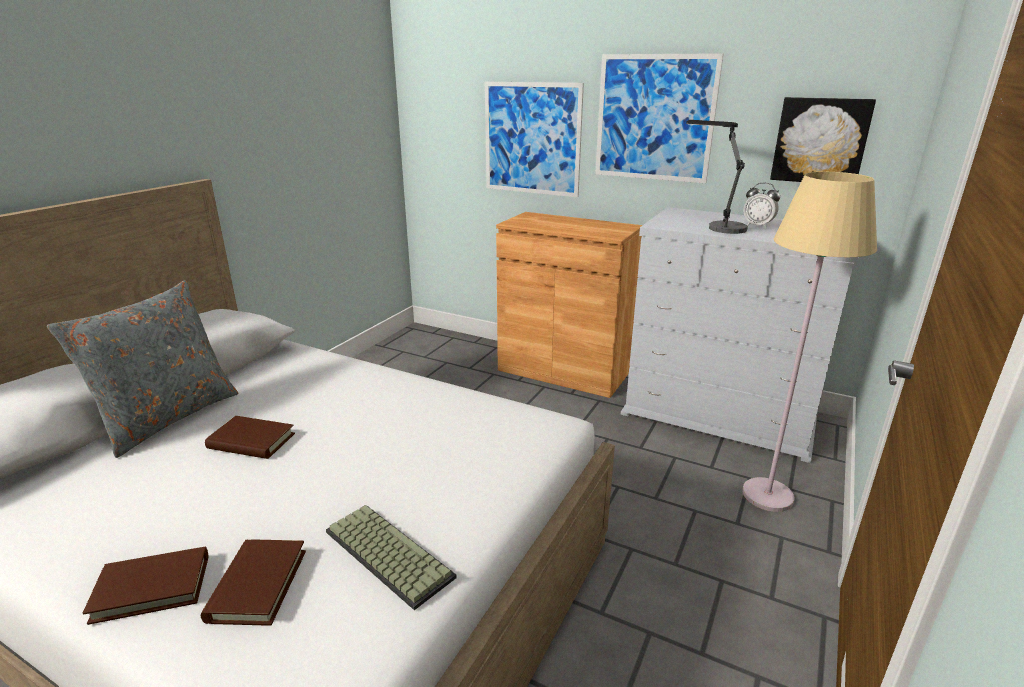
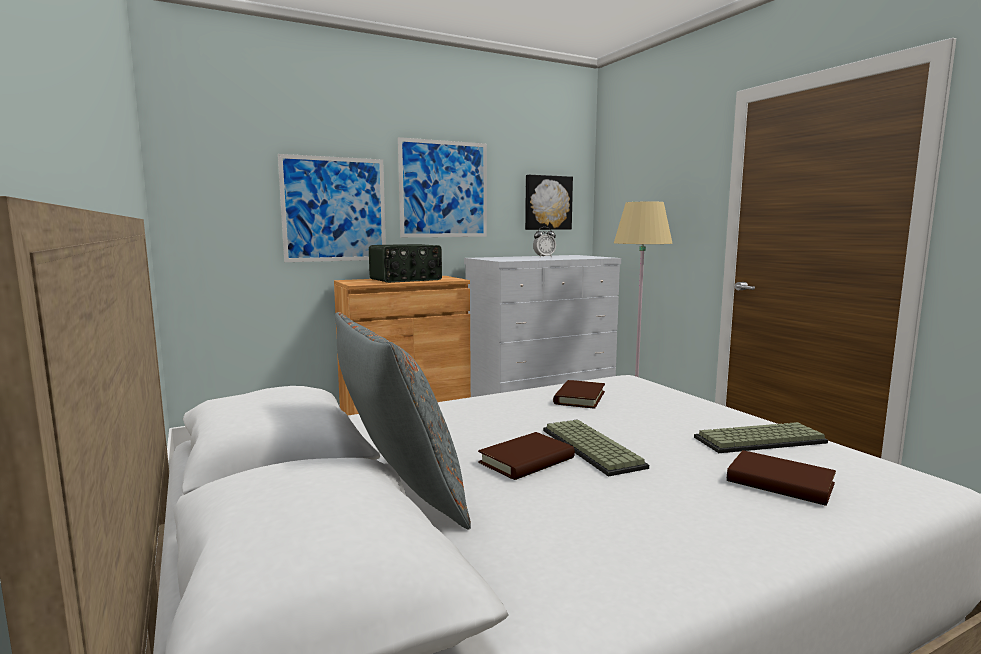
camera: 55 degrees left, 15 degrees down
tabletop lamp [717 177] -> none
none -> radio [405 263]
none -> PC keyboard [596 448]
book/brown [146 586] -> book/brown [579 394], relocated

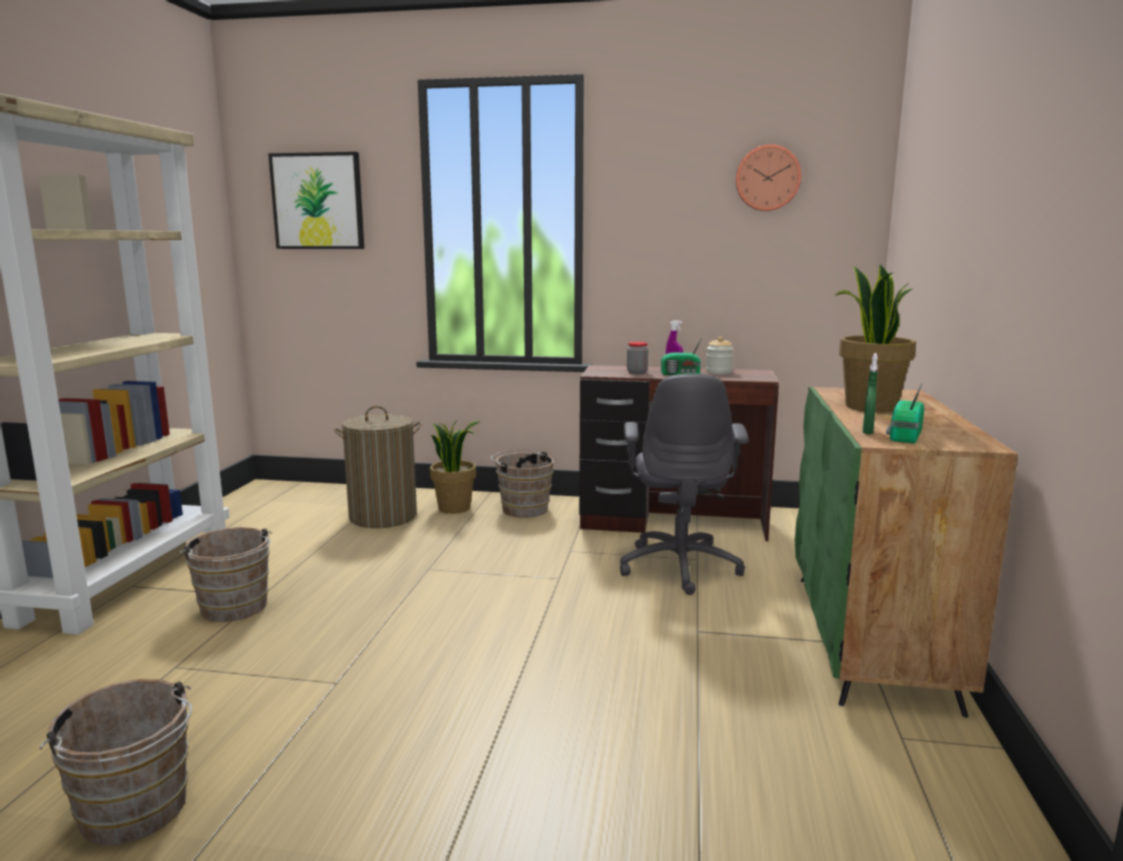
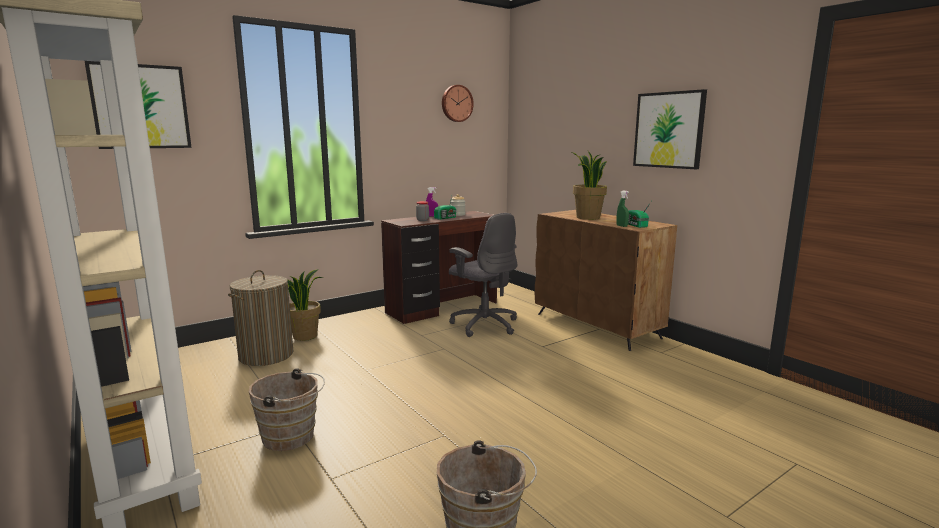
camera: 45 degrees left, 0 degrees up
water bucket/brown [522 484] -> none
none -> wall art [670 129]
storage cabinet/green-coloured [906 552] -> storage cabinet/brown [606 280]

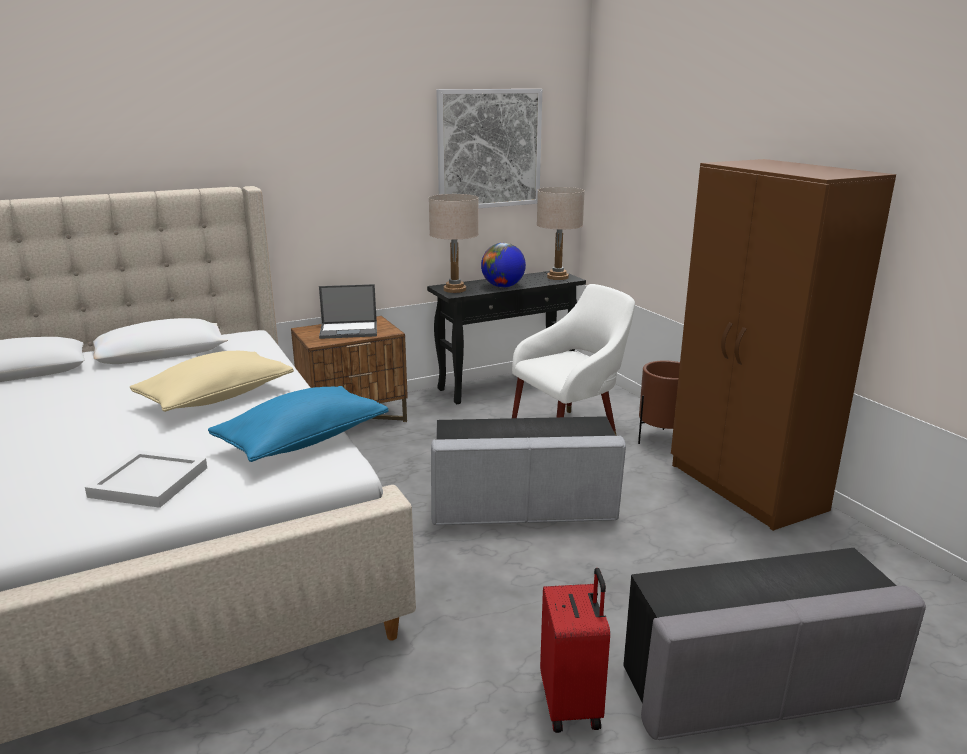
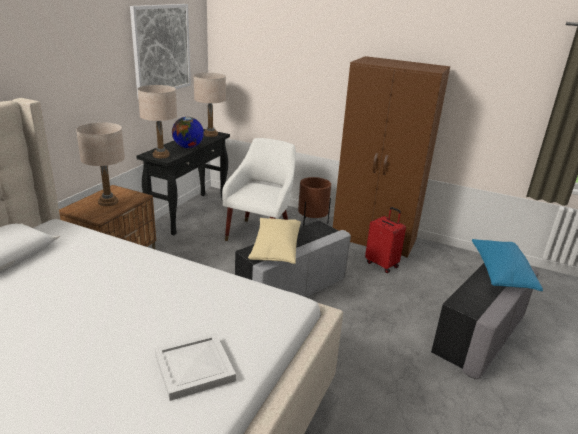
camera: 40 degrees left, 5 degrees up
throw pillow/beige [212 381] -> throw pillow/beige [274 241], relocated
throw pillow/blue [298 424] -> throw pillow/blue [507 265], relocated
suitcase/reddish [575 650] -> suitcase/reddish [385 240], relocated
laptop [348 311] -> tabletop lamp/beige [100 164]

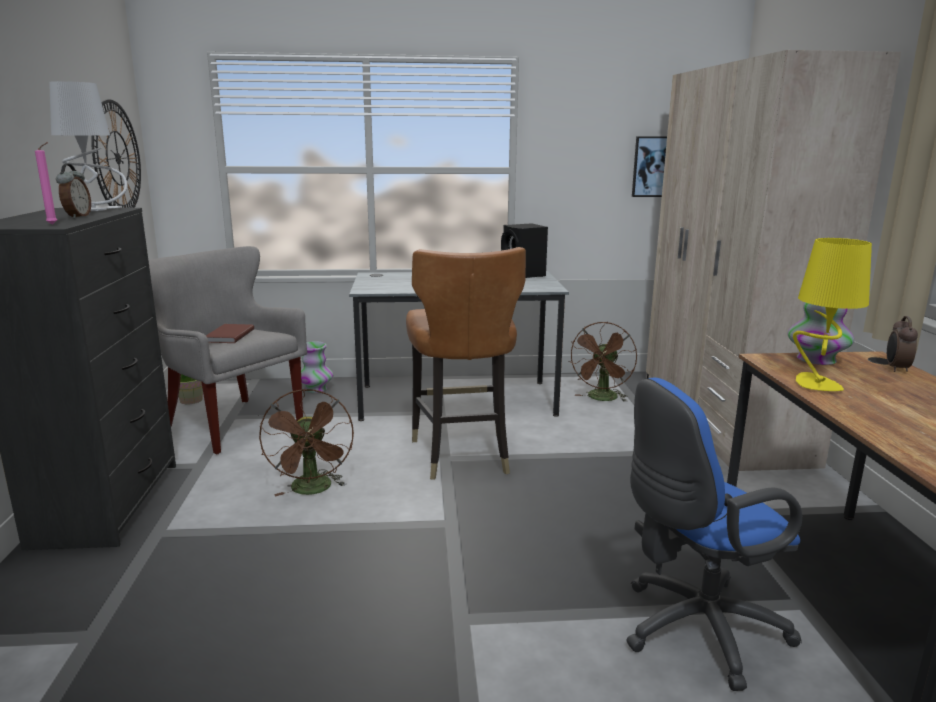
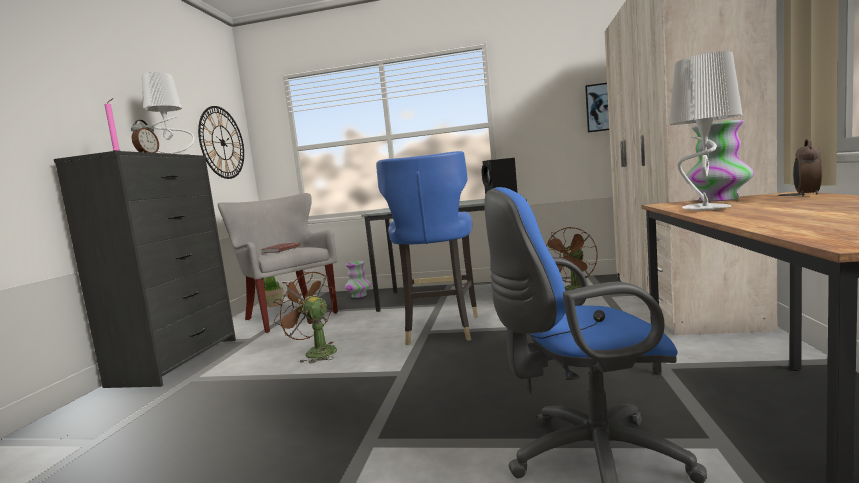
camera: 15 degrees right, 10 degrees down
plain chair/brown [466 363] -> plain chair/blue [427 248]
tabletop lamp/yellow [832 314] -> tabletop lamp/grey [706 130]
fan/brown [306 442] -> fan/brown [305 317], 120 degrees clockwise

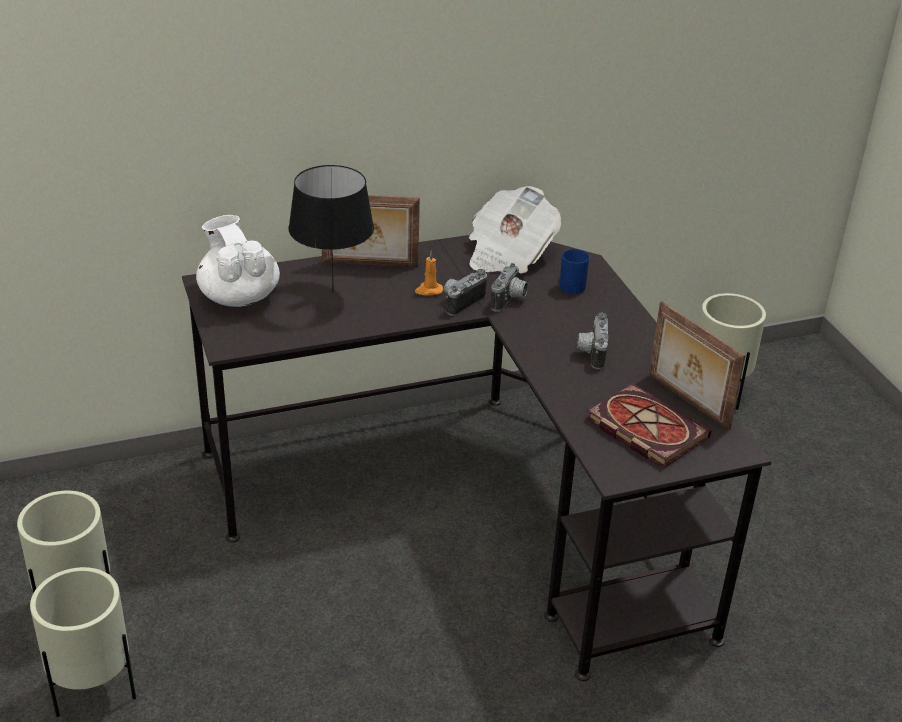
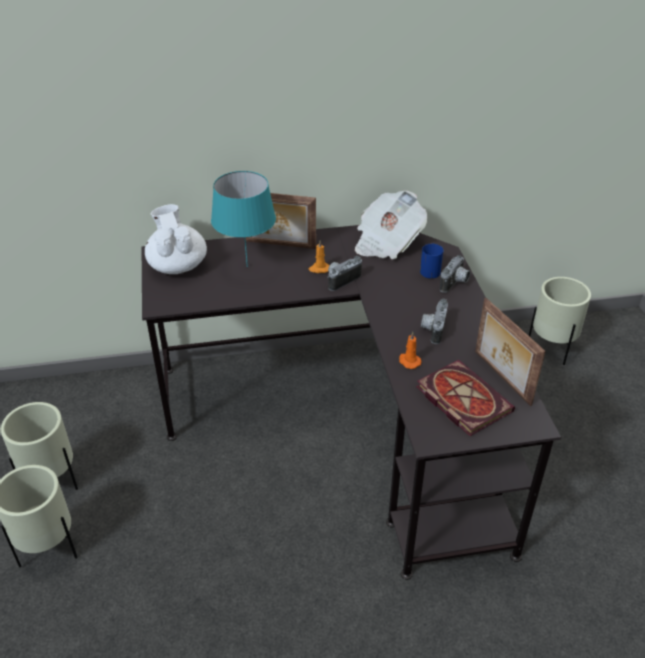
camera: 10 degrees right, 5 degrees up
none -> candle/orangey [410 350]
still camera [509 287] -> still camera [455 274], relocated
tabletop lamp/black-coloured [331 229] -> tabletop lamp/turquoise-coloured [243 219]

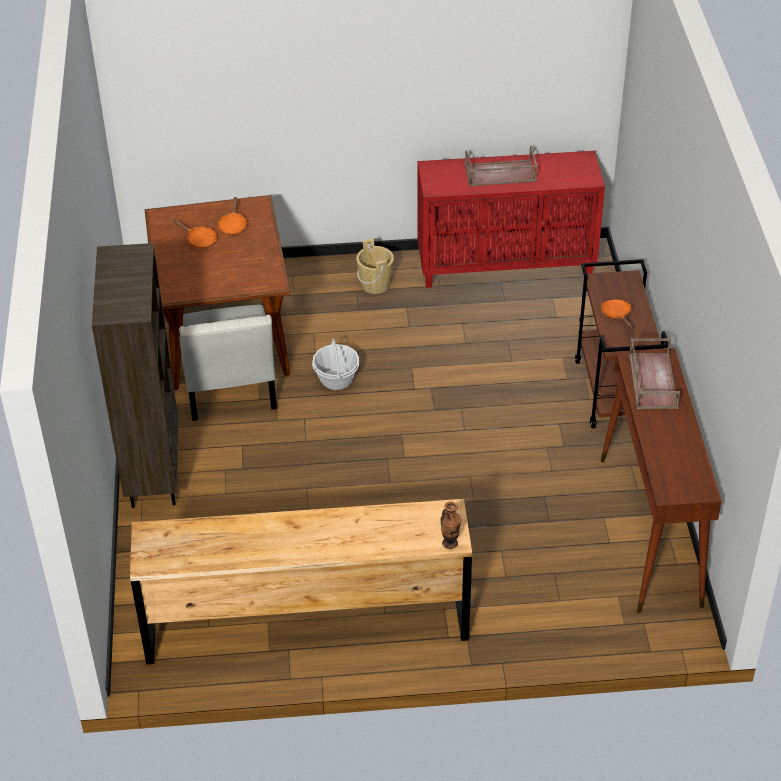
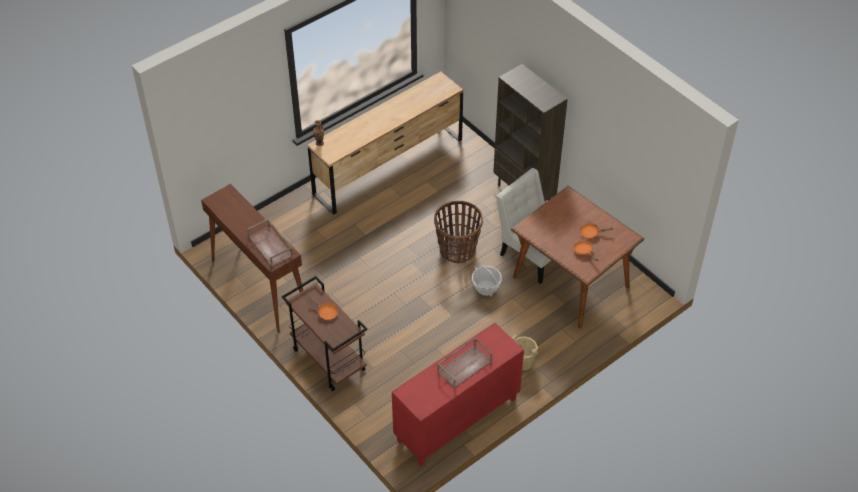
camera: 145 degrees right, 5 degrees up
none -> household basket [458 232]

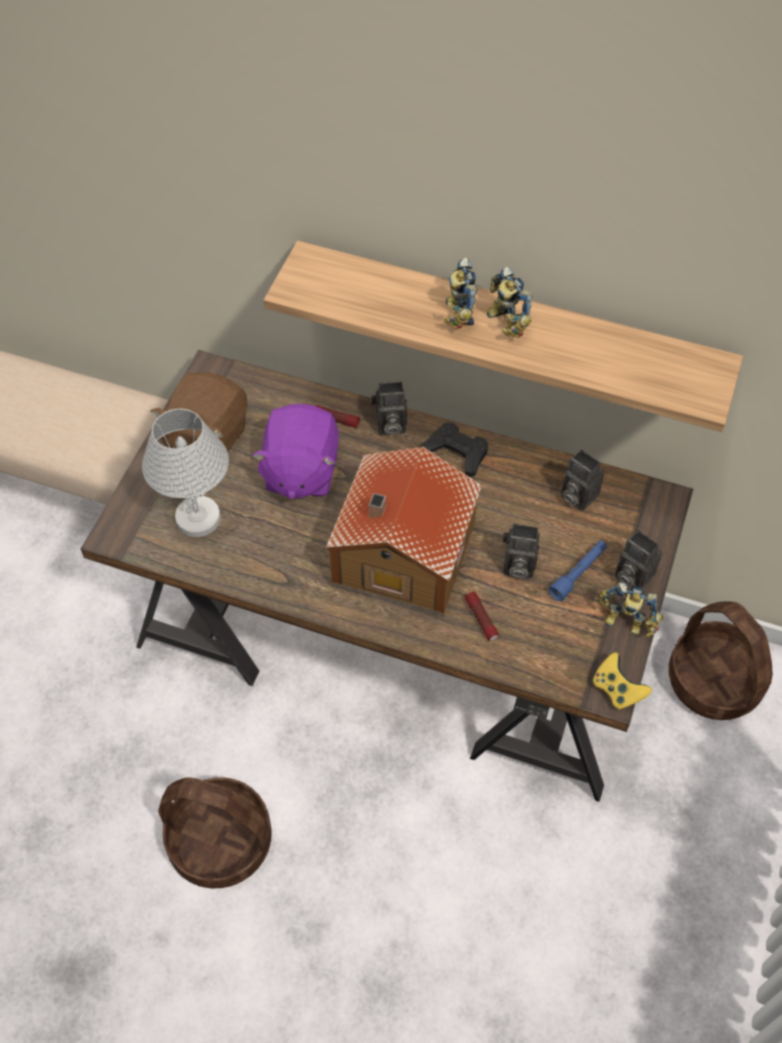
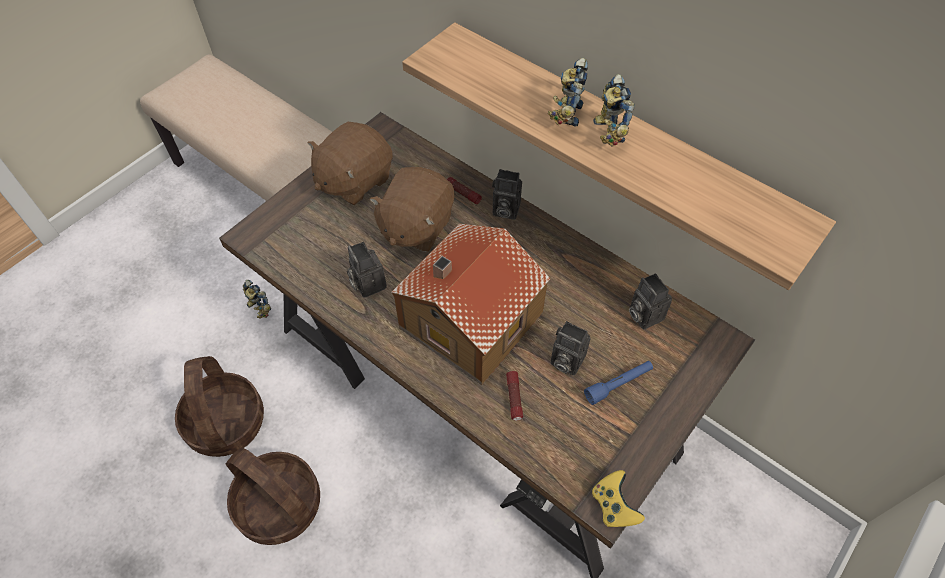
camera: 20 degrees right, 0 degrees up
tabletop lamp/white-coloured [185 473] -> none
joypad/black-coloured [454 449] -> none
toy robot [631 609] -> toy robot [257 299], relocated
still camera [638 559] -> still camera [367 270], relocated
household basket [721 660] -> household basket [219 406], relocated
cuddly toy/purple-coloured [295 452] -> cuddly toy/brown [411 209]

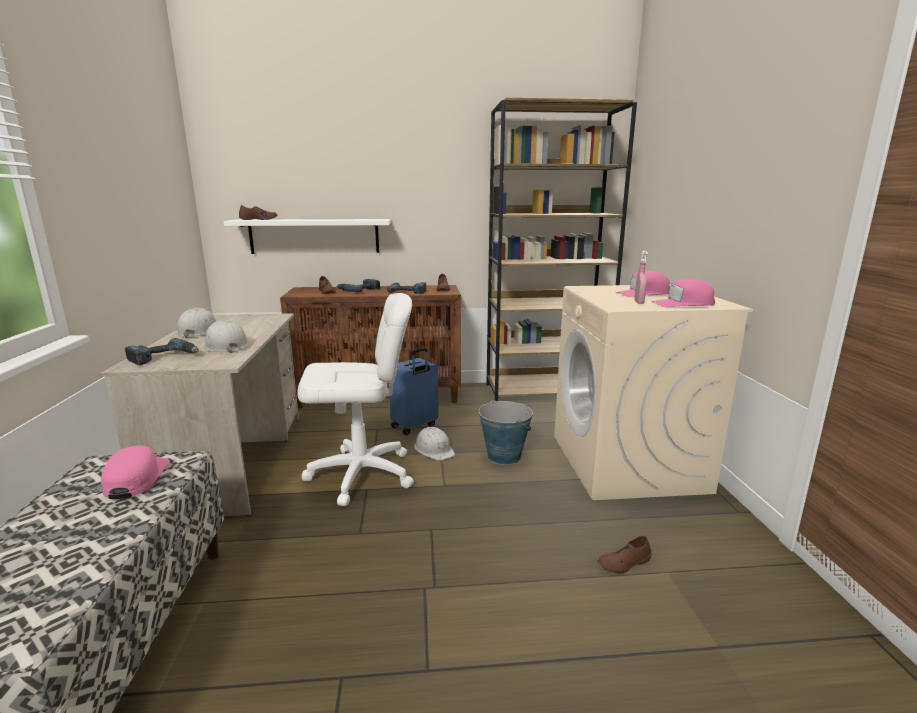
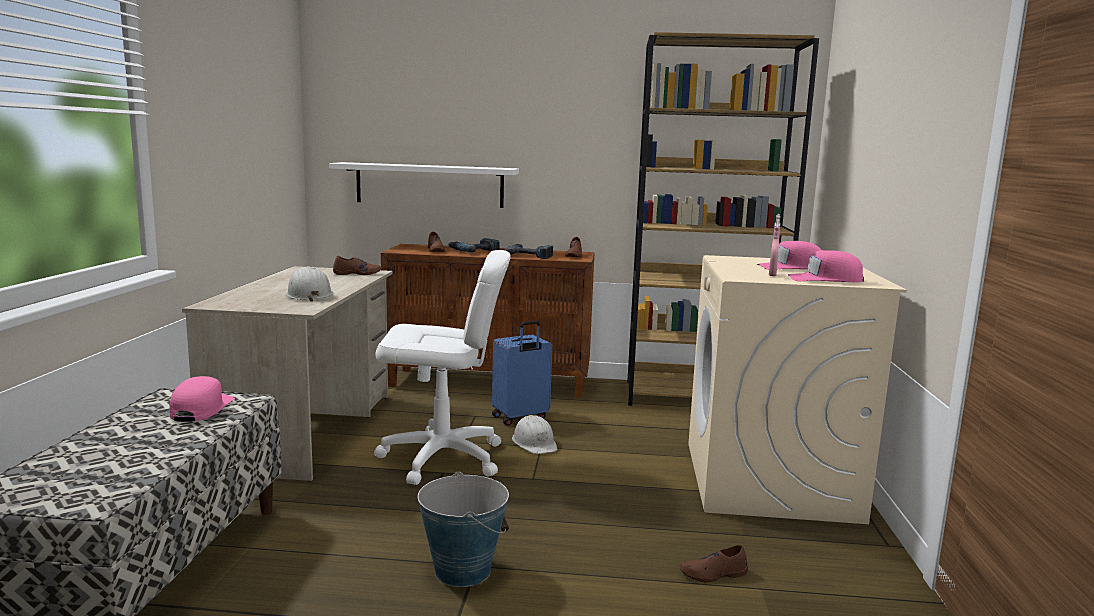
camera: 10 degrees right, 5 degrees down
drill [162 351] -> none
hard hat/white-coloured [196 323] -> none
shoe/brown [258 212] -> shoe/brown [357 265], relocated
water bucket [506 432] -> water bucket [463 529], relocated

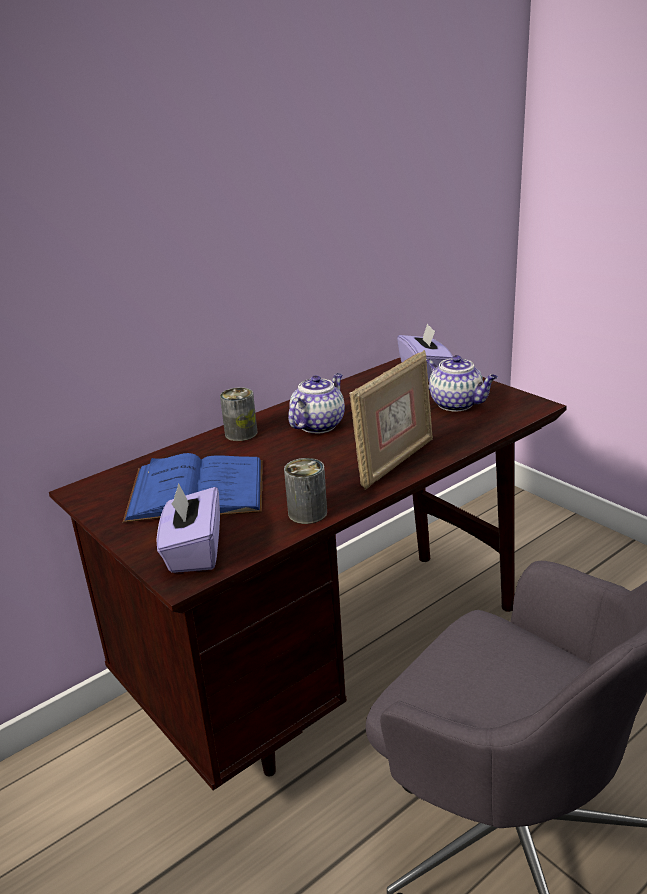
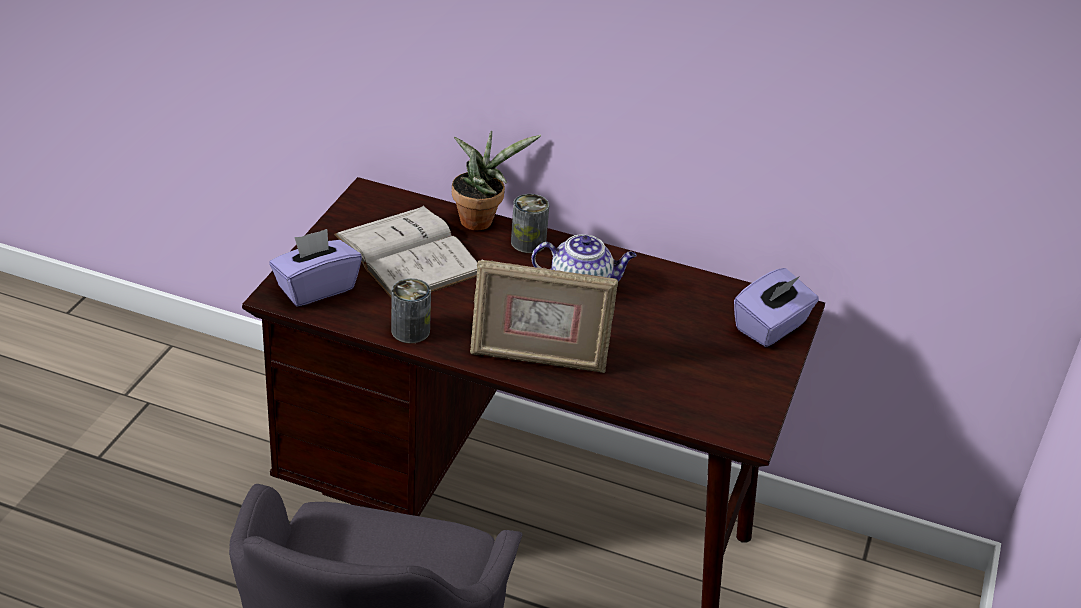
camera: 55 degrees right, 10 degrees up
teapot [462 383] -> none
none -> plant in a pot [496 180]
book/blue [193 488] -> book/white-coloured [406 252]

